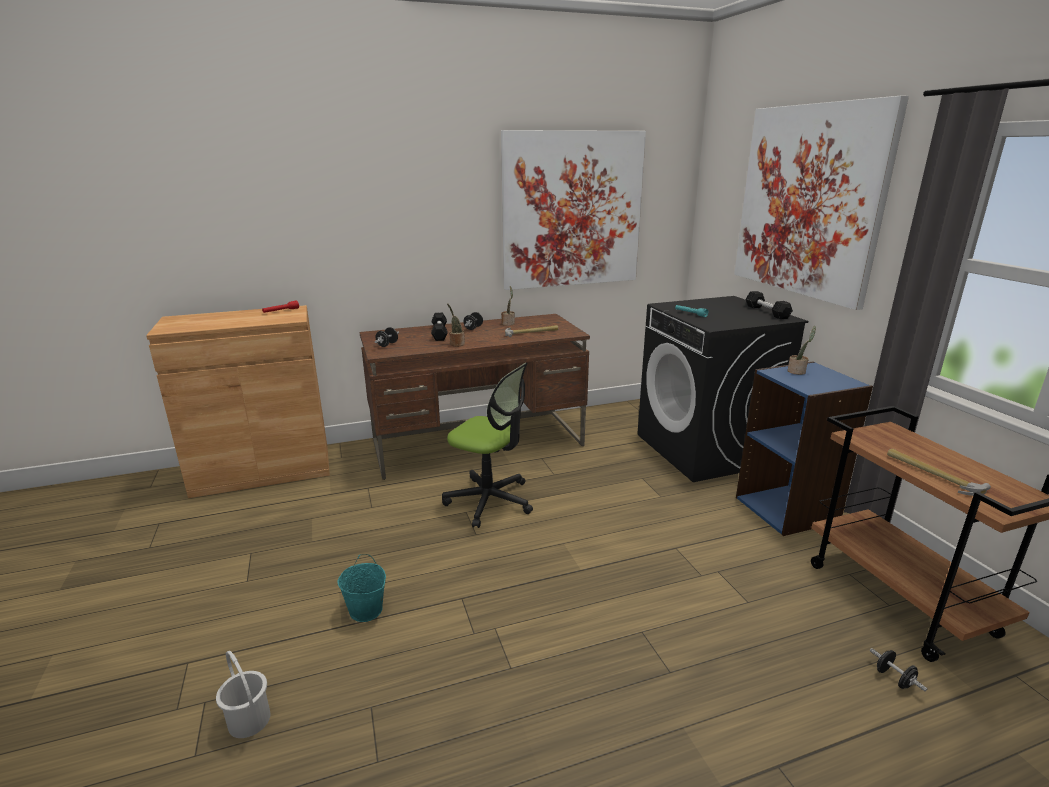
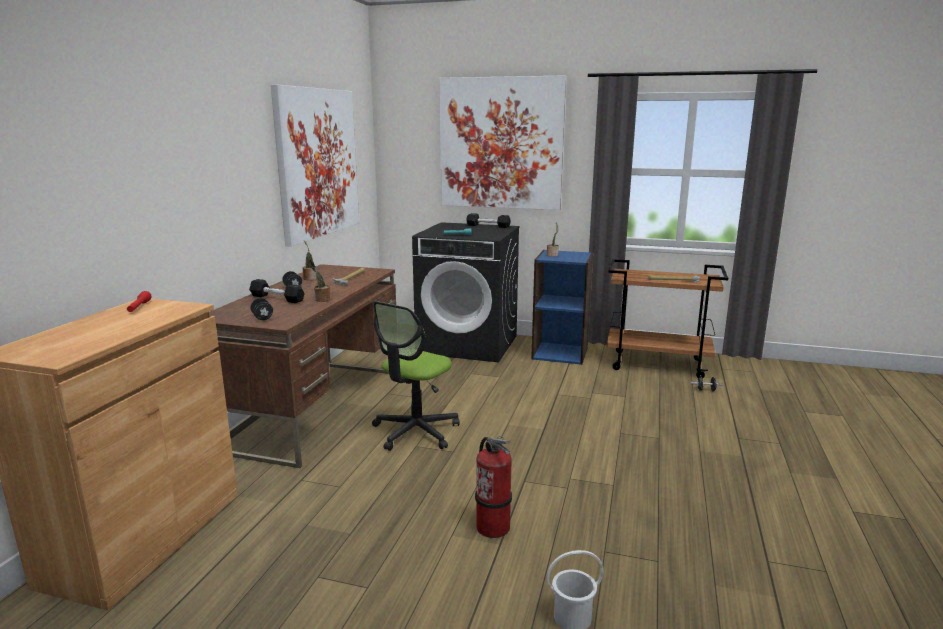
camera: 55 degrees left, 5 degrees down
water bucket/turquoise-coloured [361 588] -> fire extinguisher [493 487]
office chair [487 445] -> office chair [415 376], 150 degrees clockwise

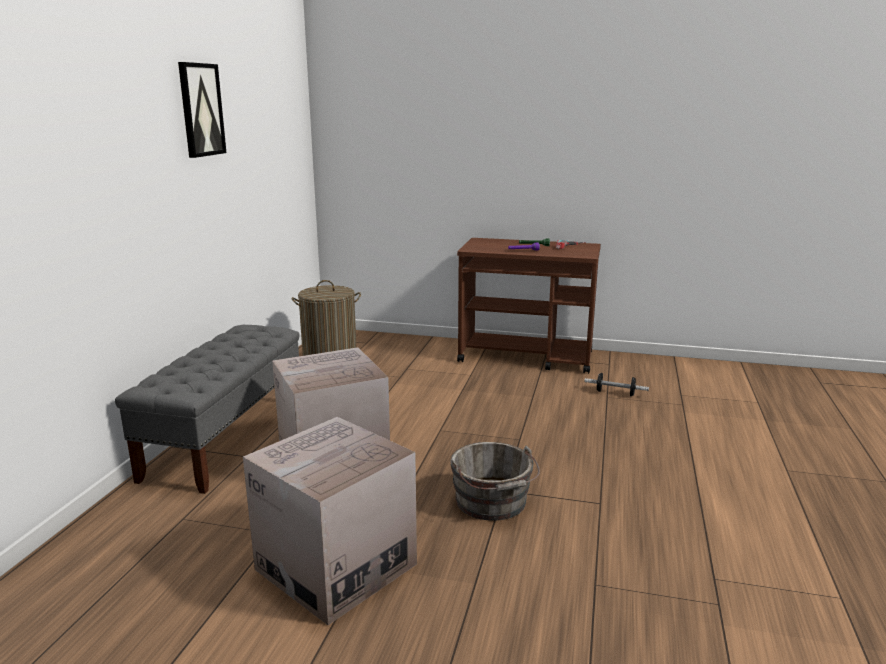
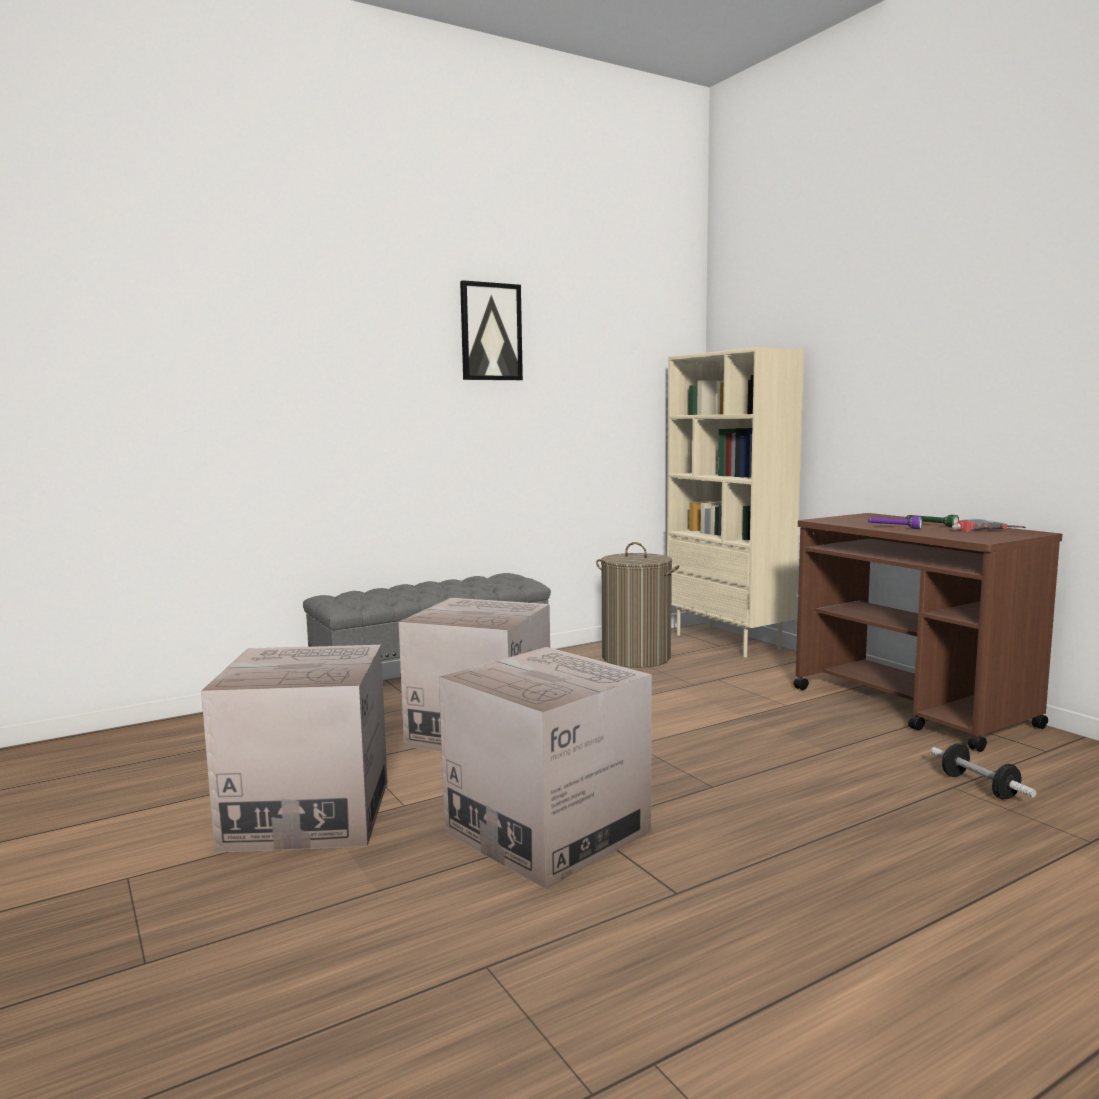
camera: 45 degrees right, 10 degrees down
none -> shelving unit/beige [735 502]
water bucket/grey [495 481] -> carton [545 768]

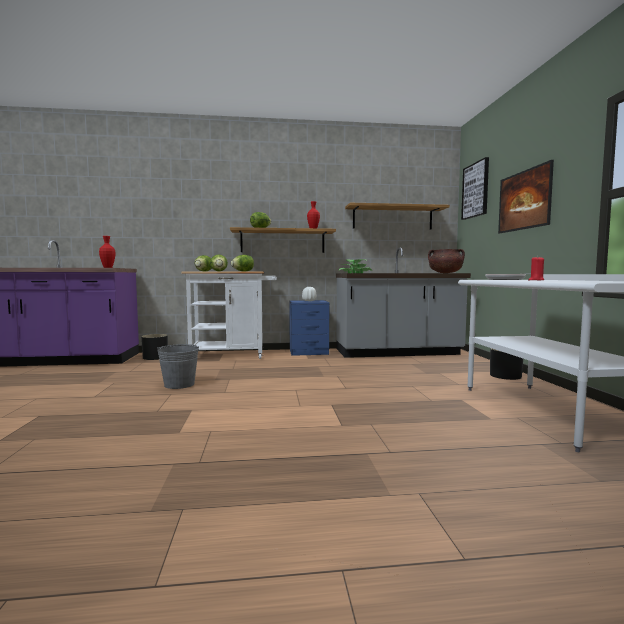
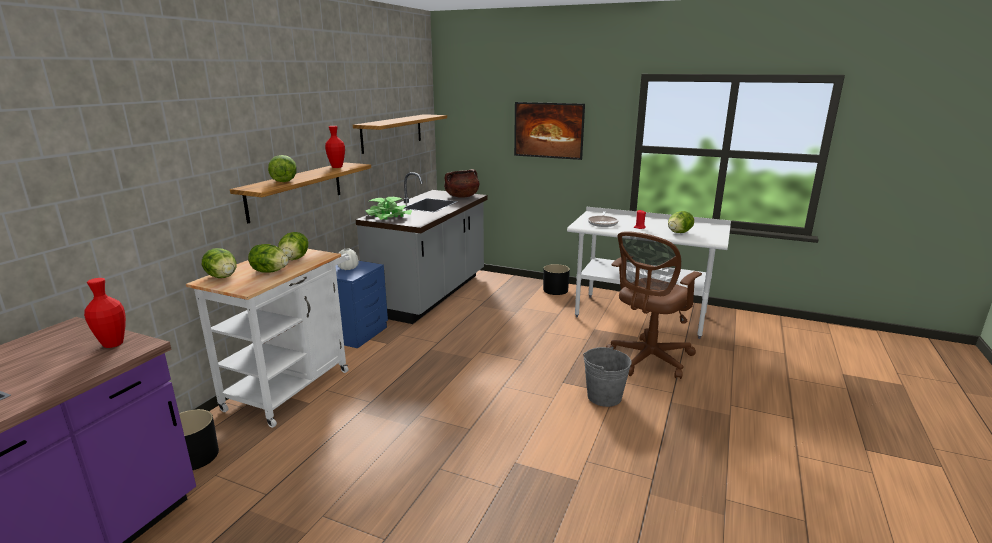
camera: 60 degrees left, 15 degrees up
wall art [475 188] -> none
none -> office chair/brown [654 305]
none -> head of lettuce [681 222]
water bucket/grey [178 366] -> water bucket/grey [607 377], relocated

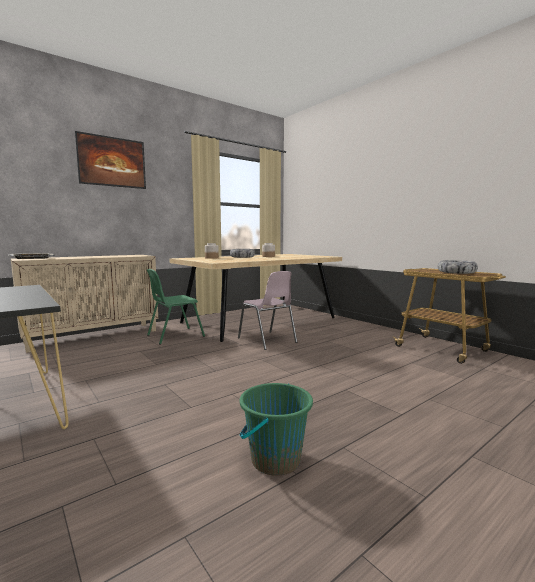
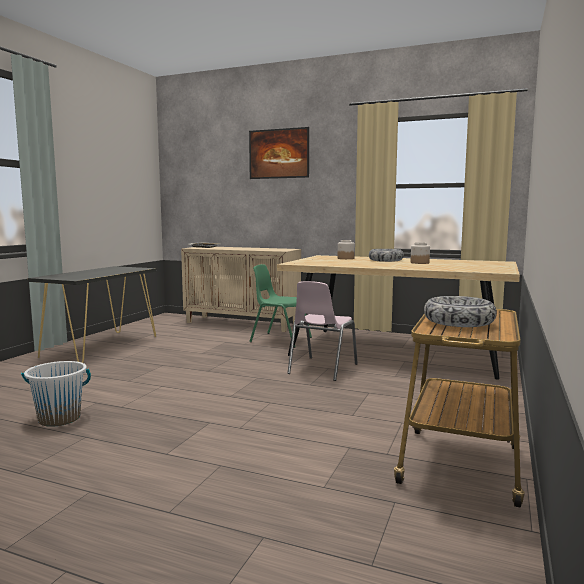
camera: 60 degrees right, 0 degrees up
water bucket/green-coloured [276 429] -> water bucket/white-coloured [56 394]

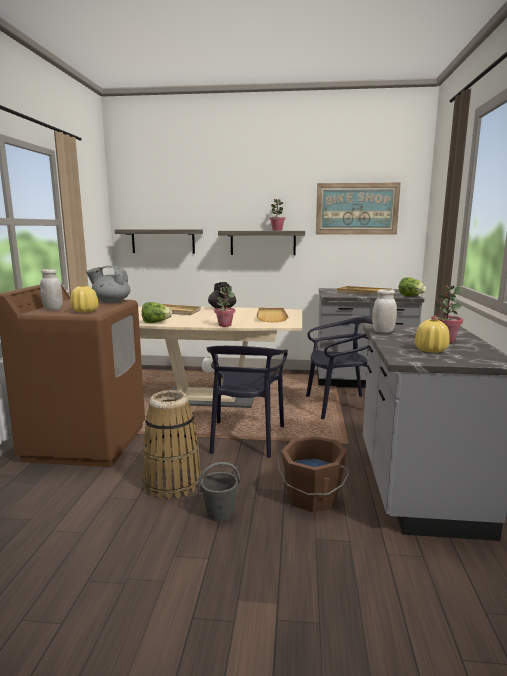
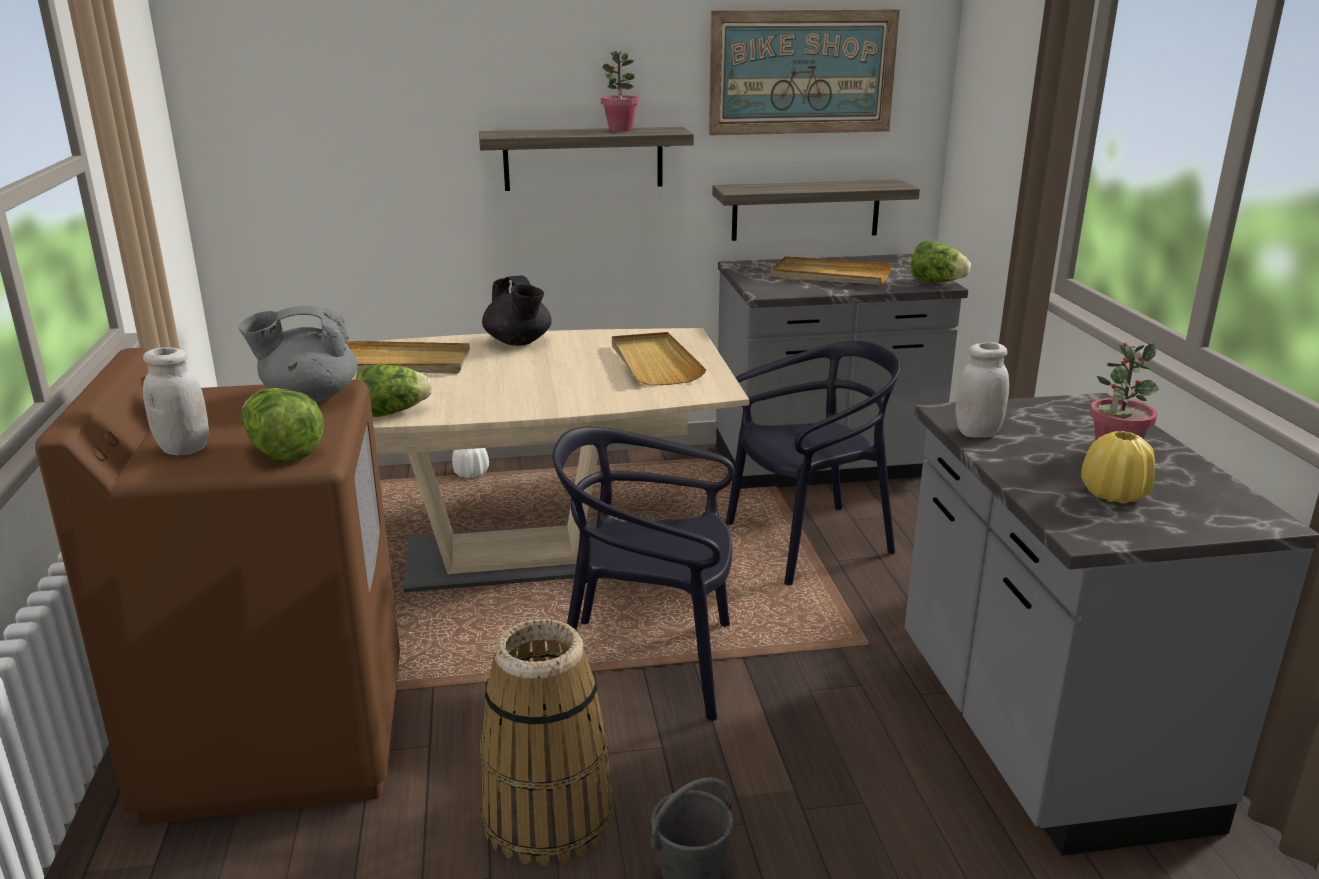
camera: 15 degrees left, 10 degrees up
plant in a pot [225 306] -> none
water bucket/brown [313 474] -> none
bracket shelf [159 241] -> bracket shelf [816 210], relocated
vase/yellow [84 299] -> head of lettuce [283 425]
plain chair/black-coloured [247 402] -> plain chair/black-coloured [644 574], 105 degrees clockwise

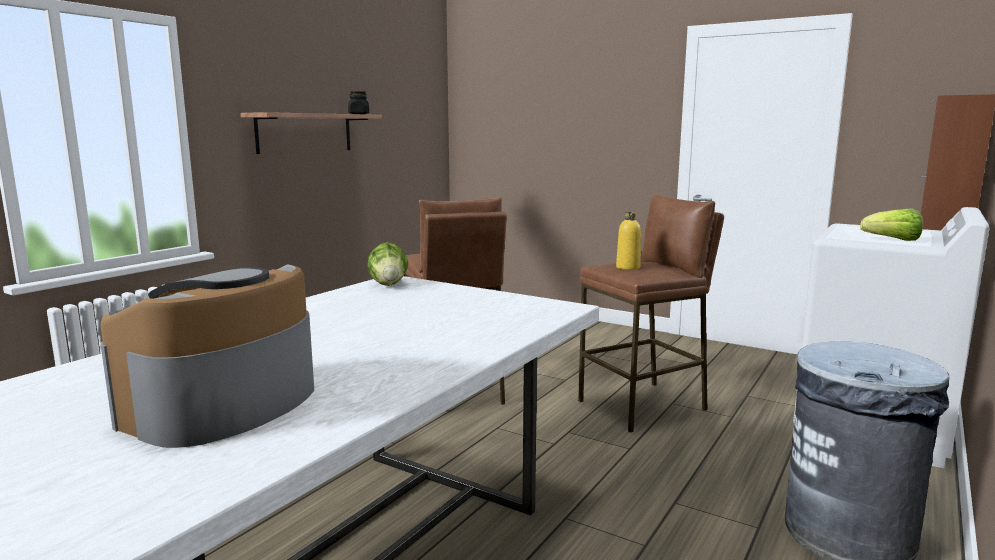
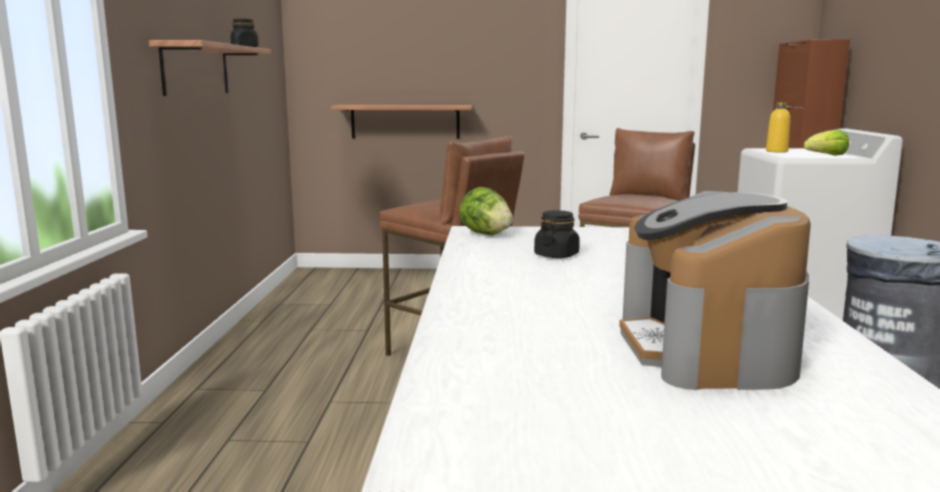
camera: 30 degrees left, 0 degrees up
none -> bracket shelf [401 122]
none -> storage jar/black-coloured [557 234]
drink bottle/yellow [628 241] -> drink bottle/yellow [778 127], relocated

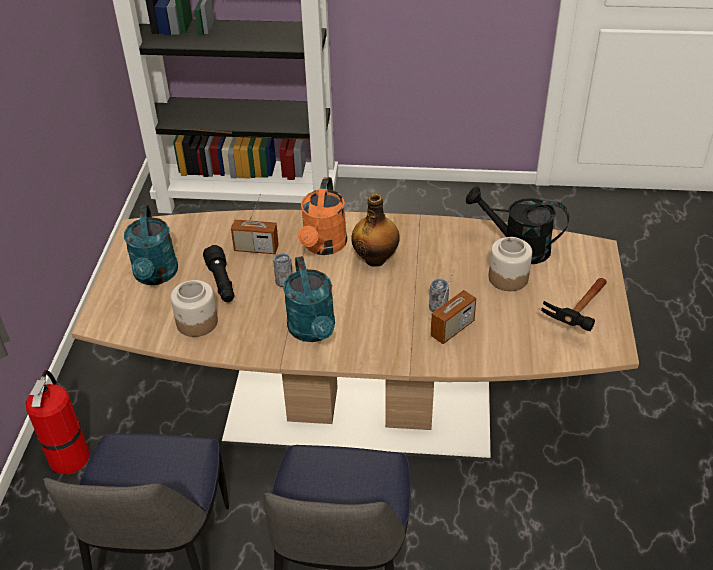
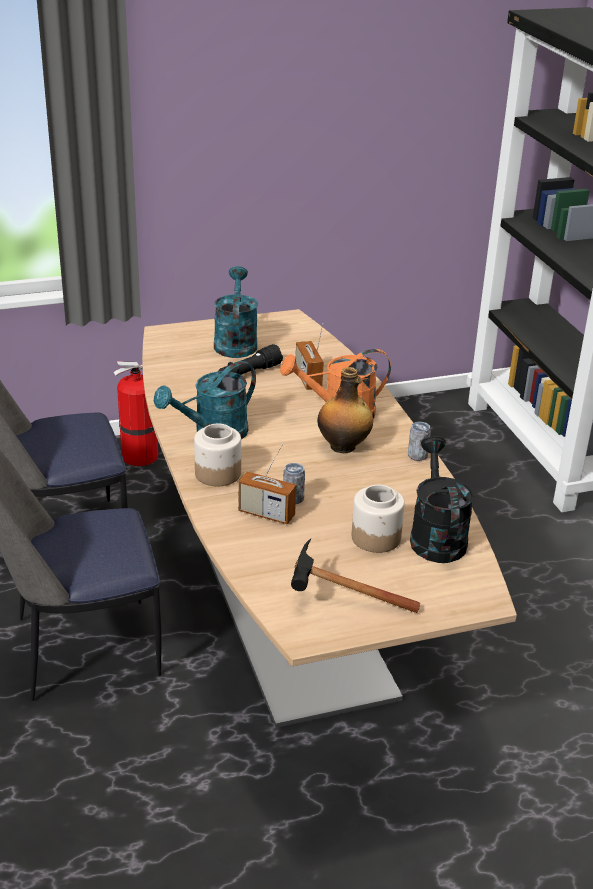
camera: 65 degrees right, 10 degrees down
storage jar [194 308] -> storage jar [217 454], relocated
can [283 270] -> can [419 441], relocated
watering pot/turquoise-coloured [151 245] -> watering pot/turquoise-coloured [236 312], 120 degrees clockwise

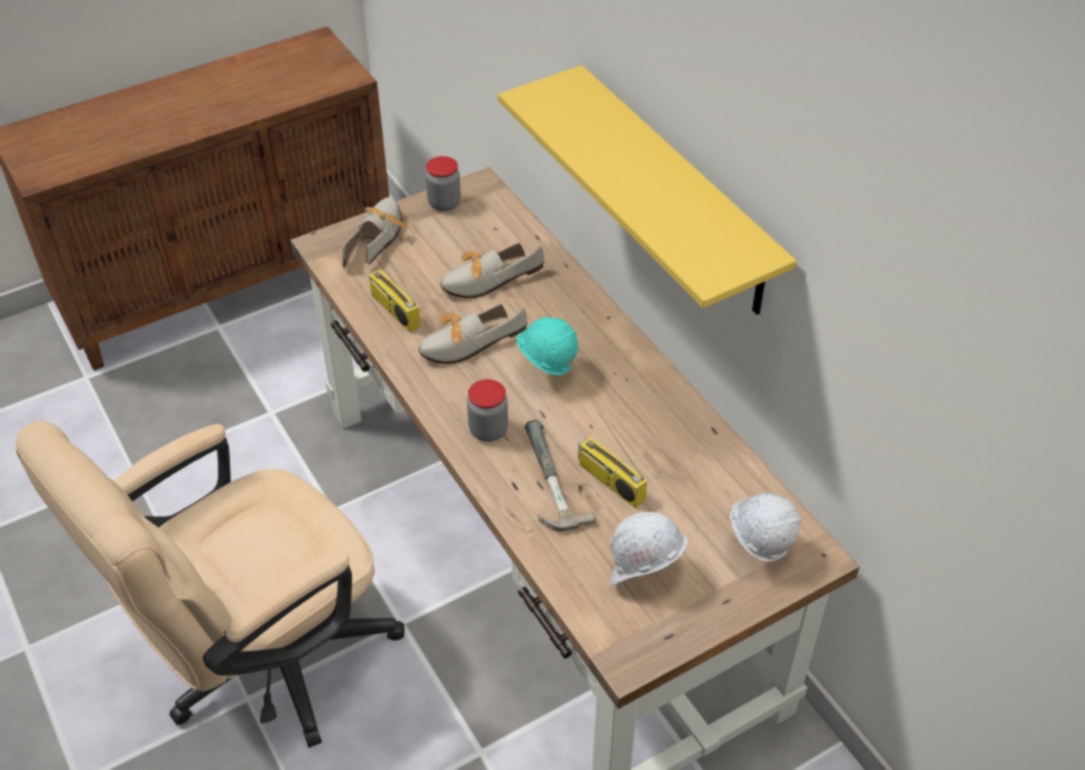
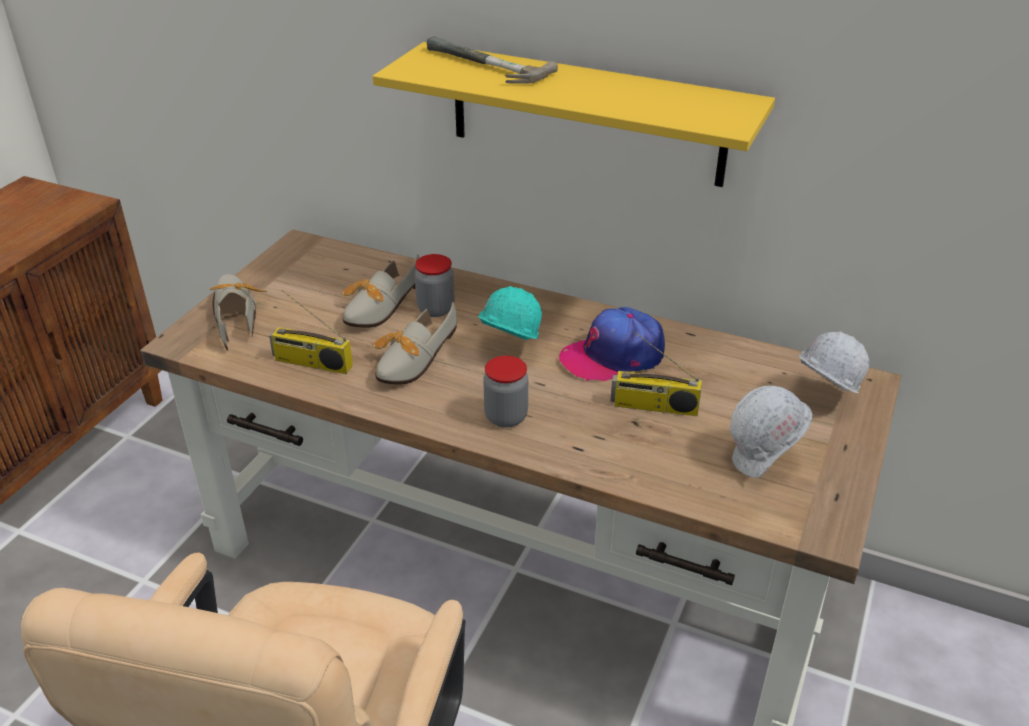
camera: 35 degrees left, 10 degrees down
none -> baseball cap [612 344]
storage jar [443 183] -> storage jar [435 285], relocated
tool hammer [560 476] -> tool hammer [492 60], relocated

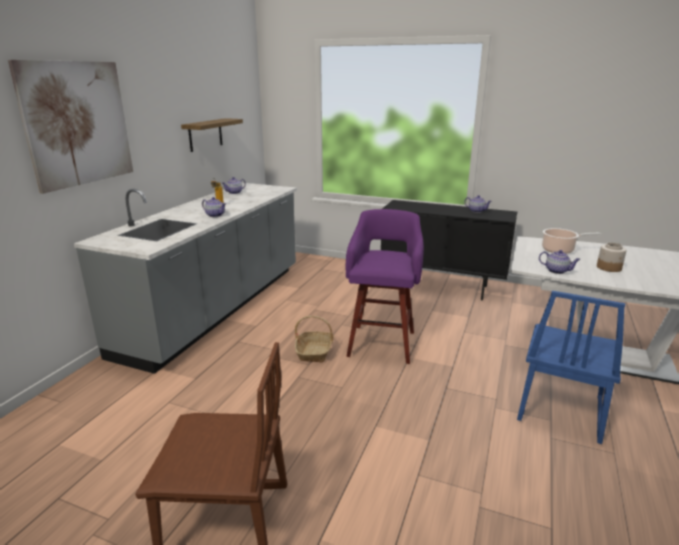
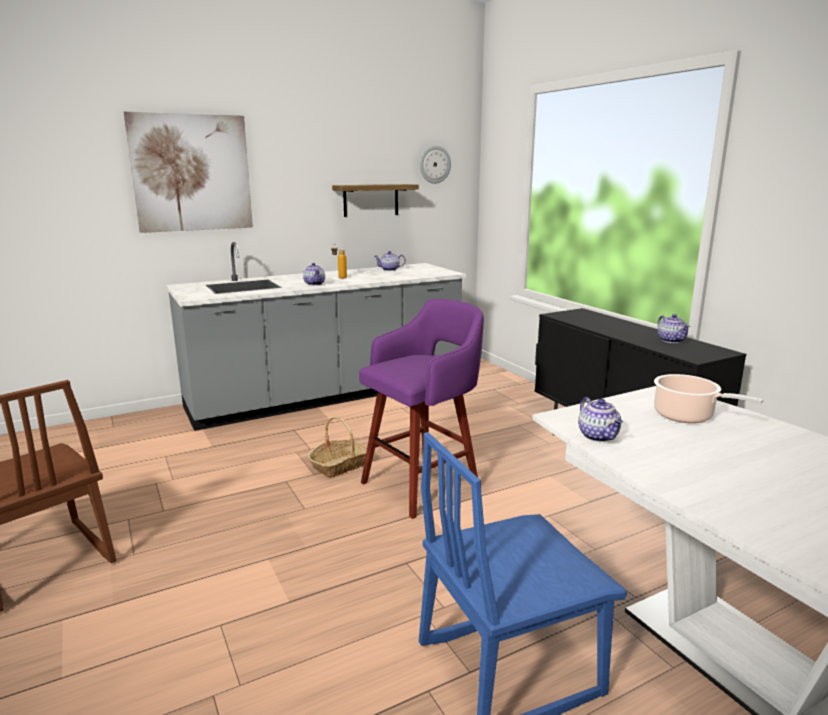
camera: 40 degrees right, 5 degrees down
storage jar [611 257] -> none
none -> wall clock [435 165]

